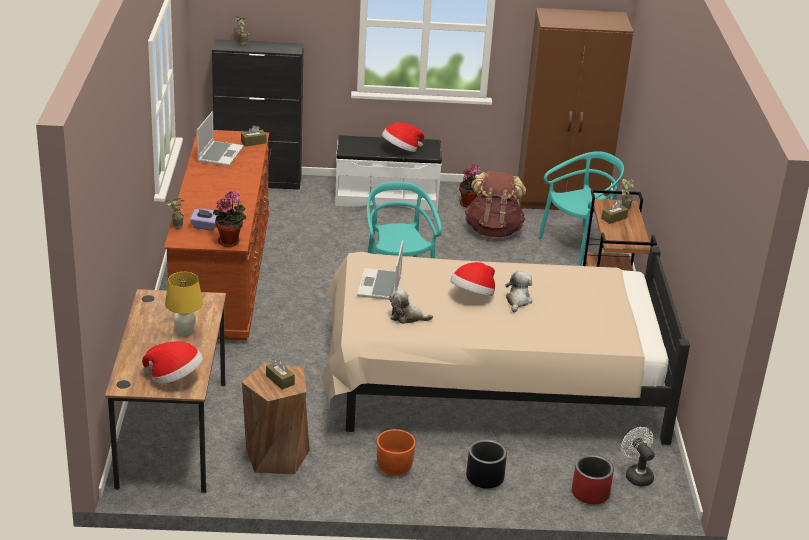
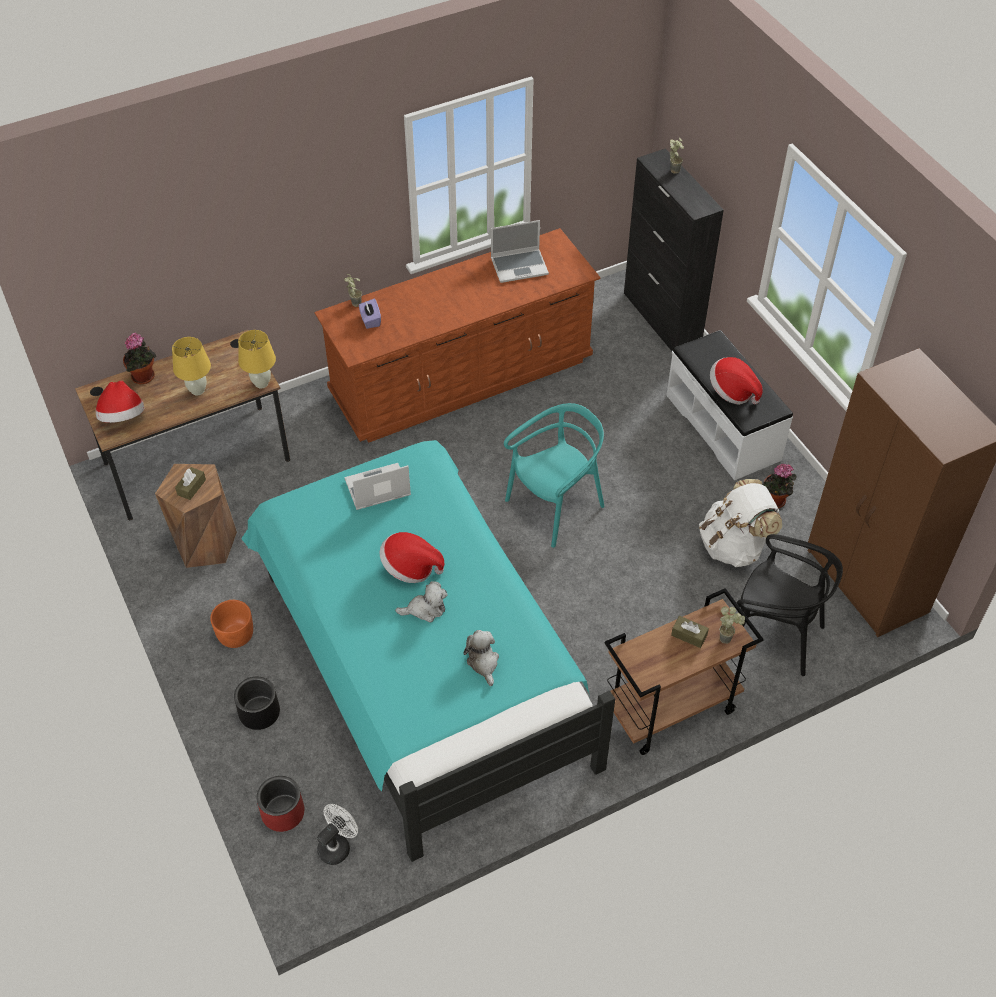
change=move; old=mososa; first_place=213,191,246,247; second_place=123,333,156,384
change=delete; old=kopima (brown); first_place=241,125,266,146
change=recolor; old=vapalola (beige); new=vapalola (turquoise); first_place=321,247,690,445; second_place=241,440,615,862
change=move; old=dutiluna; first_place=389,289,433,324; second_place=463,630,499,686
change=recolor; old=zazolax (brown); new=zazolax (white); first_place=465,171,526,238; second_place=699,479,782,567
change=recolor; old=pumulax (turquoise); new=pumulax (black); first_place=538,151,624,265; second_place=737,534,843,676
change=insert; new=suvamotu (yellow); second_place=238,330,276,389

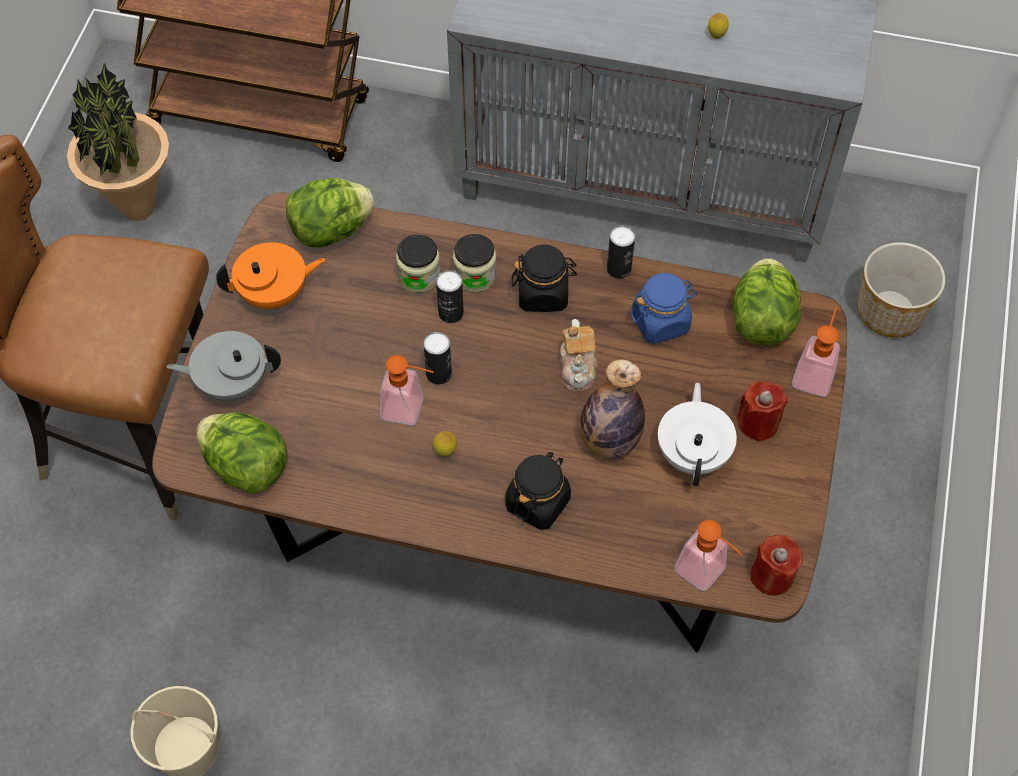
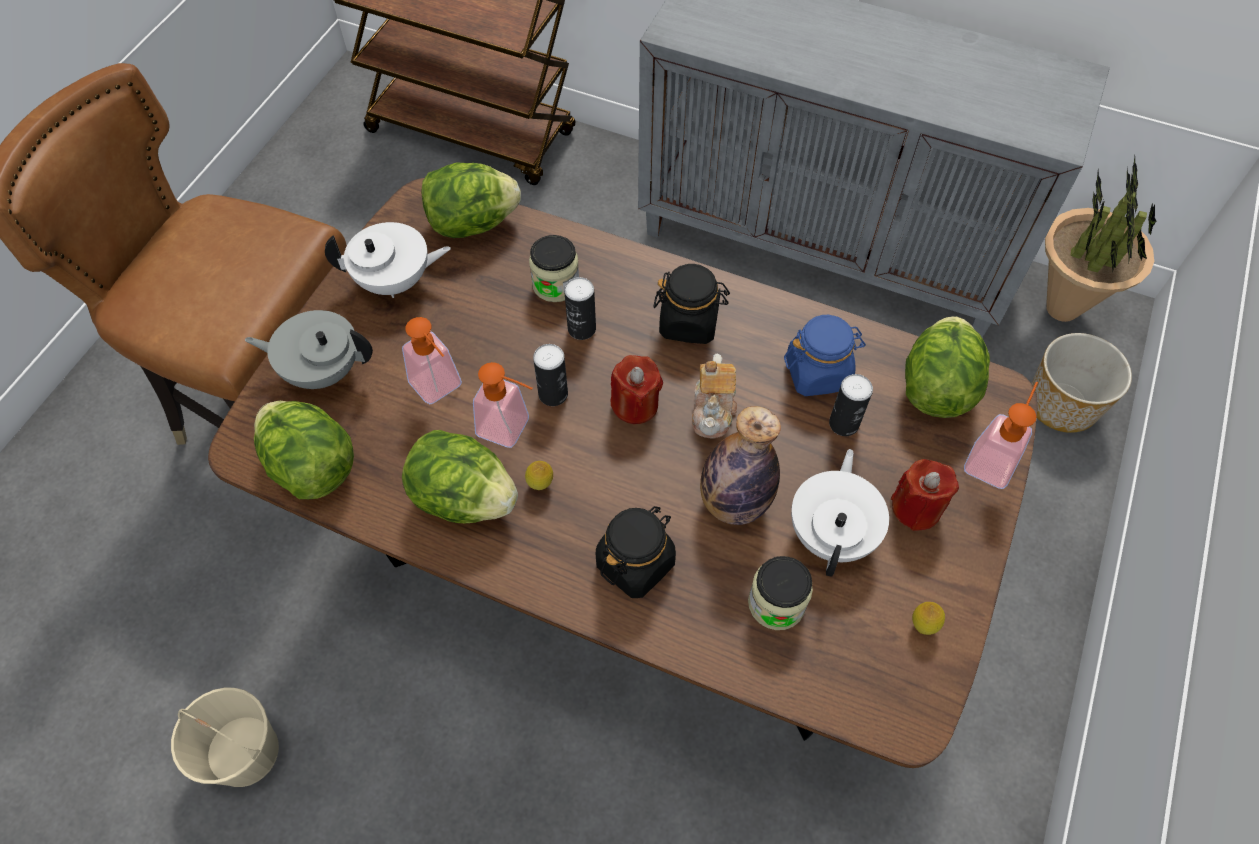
change=move; old=mososa; first_place=67,63,169,221; second_place=1045,157,1156,322
change=recolor; old=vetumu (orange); new=vetumu (white); first_place=216,242,325,310; second_place=325,222,451,298
change=move; old=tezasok; first_place=453,234,496,292; second_place=748,556,813,630
change=move; old=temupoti; first_place=607,226,635,279; second_place=829,374,873,436
change=move; old=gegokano; first_place=674,520,743,591; second_place=402,317,462,404
change=move; old=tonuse; first_place=708,13,729,39; second_place=912,602,945,635
change=move; old=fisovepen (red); first_place=750,535,803,596; second_place=611,355,663,424
change=insert; new=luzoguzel; second_place=402,430,518,523

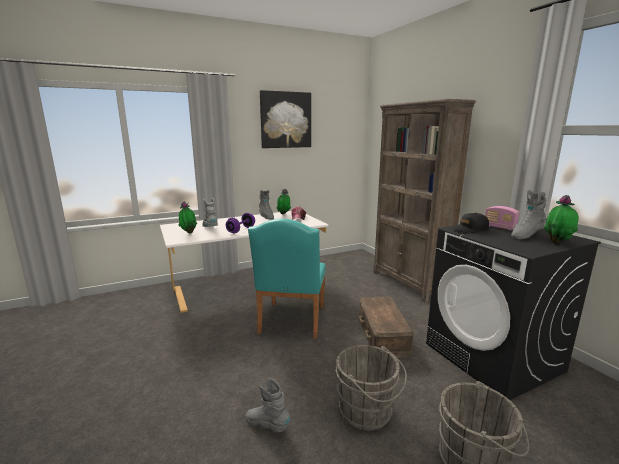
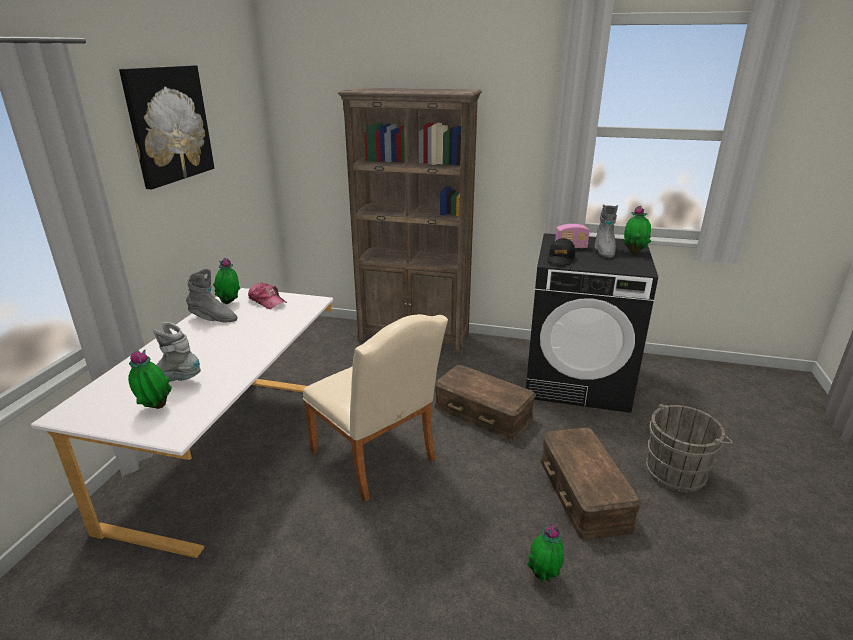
change=delete; old=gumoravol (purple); first_place=226,213,255,233
change=replace; old=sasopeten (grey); new=mososa; first_place=245,378,290,432; second_place=527,525,564,582
change=recolor; old=pumulax (turquoise); new=pumulax (beige); first_place=248,218,326,339; second_place=303,314,448,502
change=replace; old=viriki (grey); new=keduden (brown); first_place=335,345,407,431; second_place=541,427,641,540

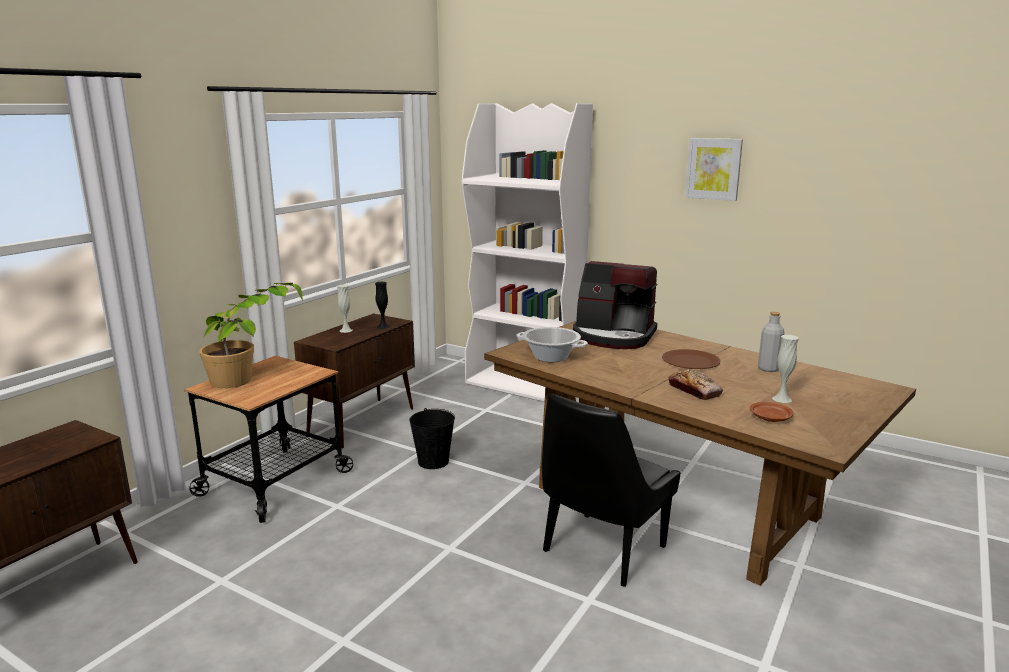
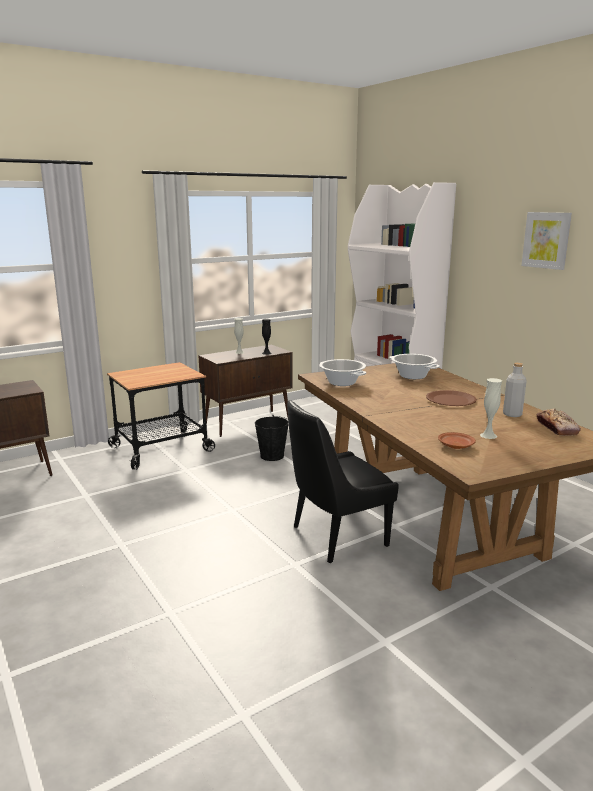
change=delete; old=mososa; first_place=199,283,303,388
change=replace; old=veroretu; new=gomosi; first_place=573,261,657,349; second_place=389,354,440,379
change=move; old=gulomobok; first_place=668,369,723,400; second_place=537,408,581,436

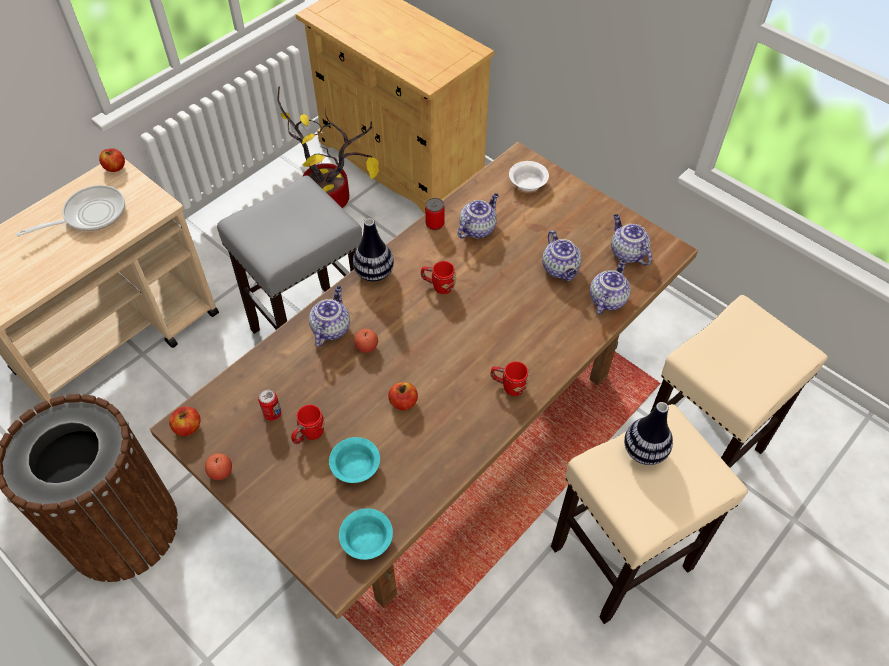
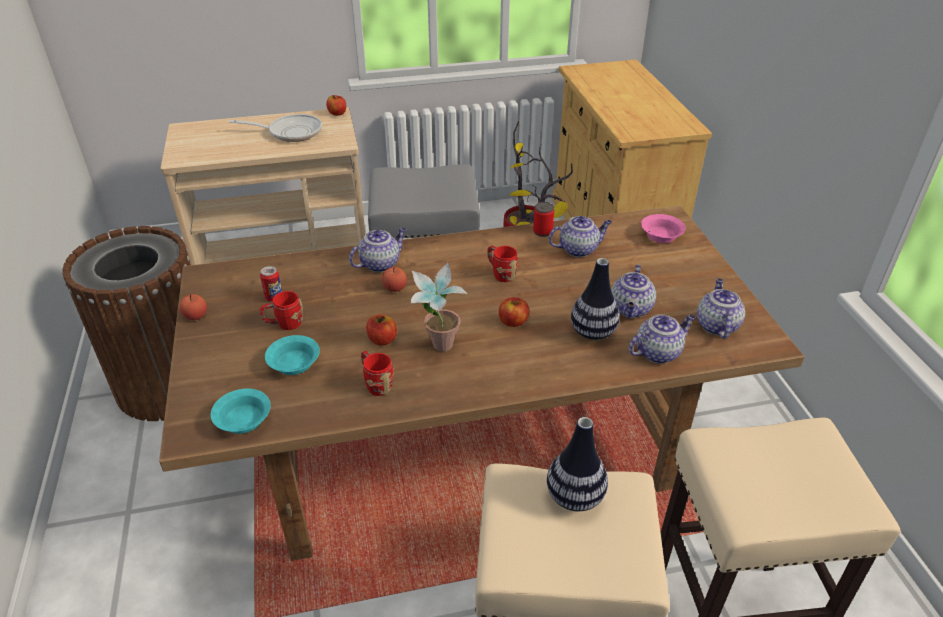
change=move; old=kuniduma; first_place=169,407,200,436; second_place=499,297,529,327
change=move; old=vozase; first_place=353,218,394,281; second_place=571,258,620,340
change=move; old=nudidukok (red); first_place=491,361,529,396; second_place=361,351,394,396
change=recolor; old=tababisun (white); new=tababisun (pink); first_place=509,161,549,191; second_place=641,214,686,243
change=insert; new=mososa; second_place=411,263,467,351

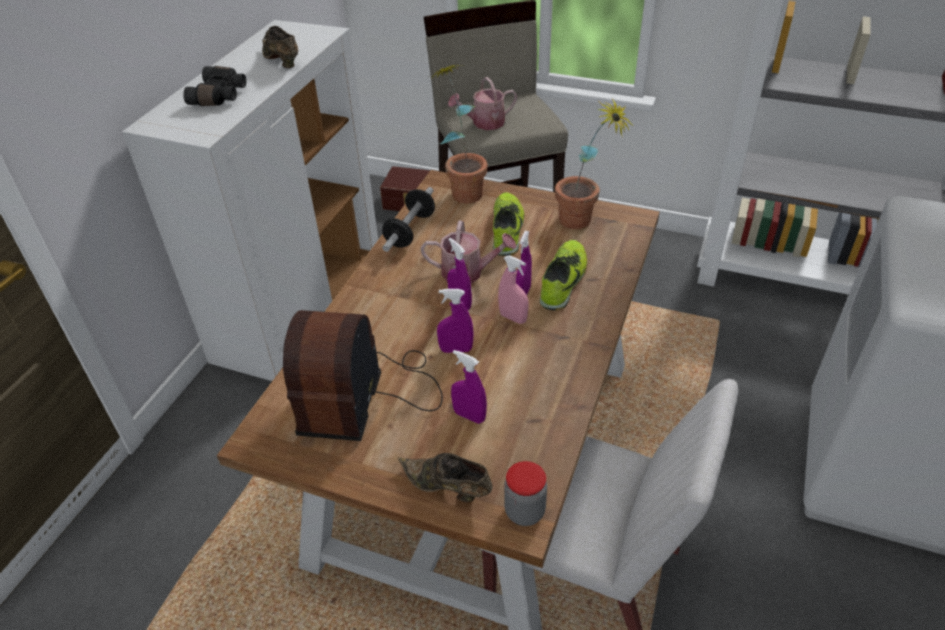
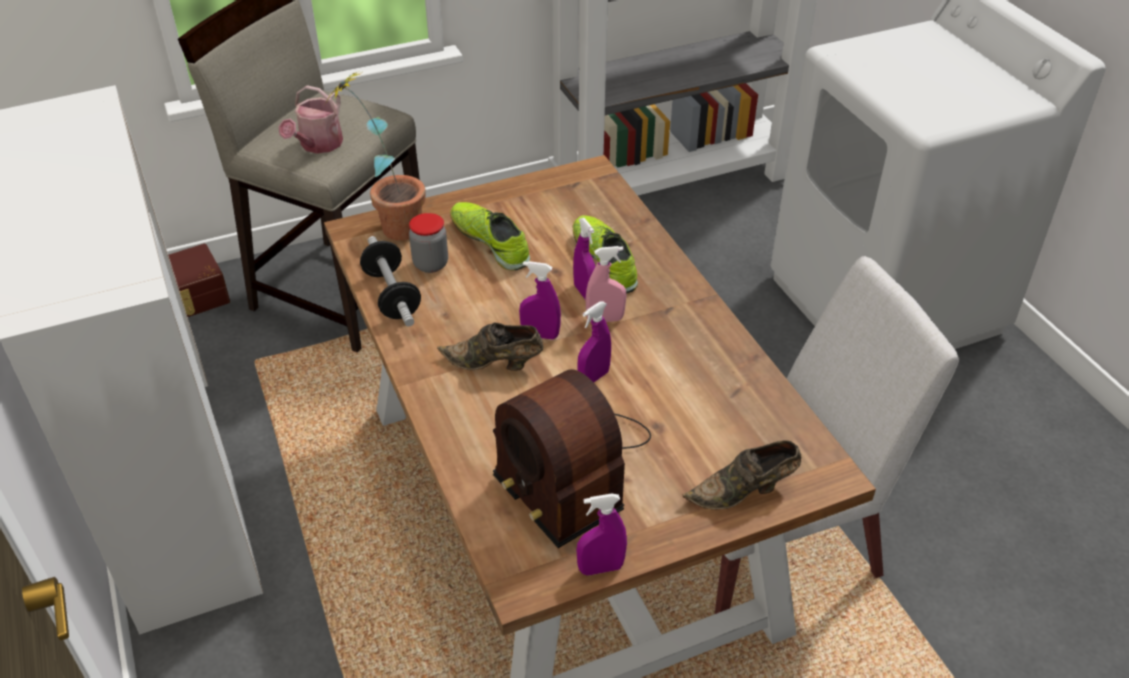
change=delete; old=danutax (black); first_place=183,66,247,106
change=move; old=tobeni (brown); first_place=262,26,298,68; second_place=437,323,543,371
change=delete; old=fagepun; first_place=421,221,517,284
change=move; old=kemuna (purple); first_place=451,350,487,424; second_place=576,493,627,575
change=move; old=tezasok; first_place=504,461,547,526; second_place=409,213,448,273
change=delete; old=mososa; first_place=555,98,634,229

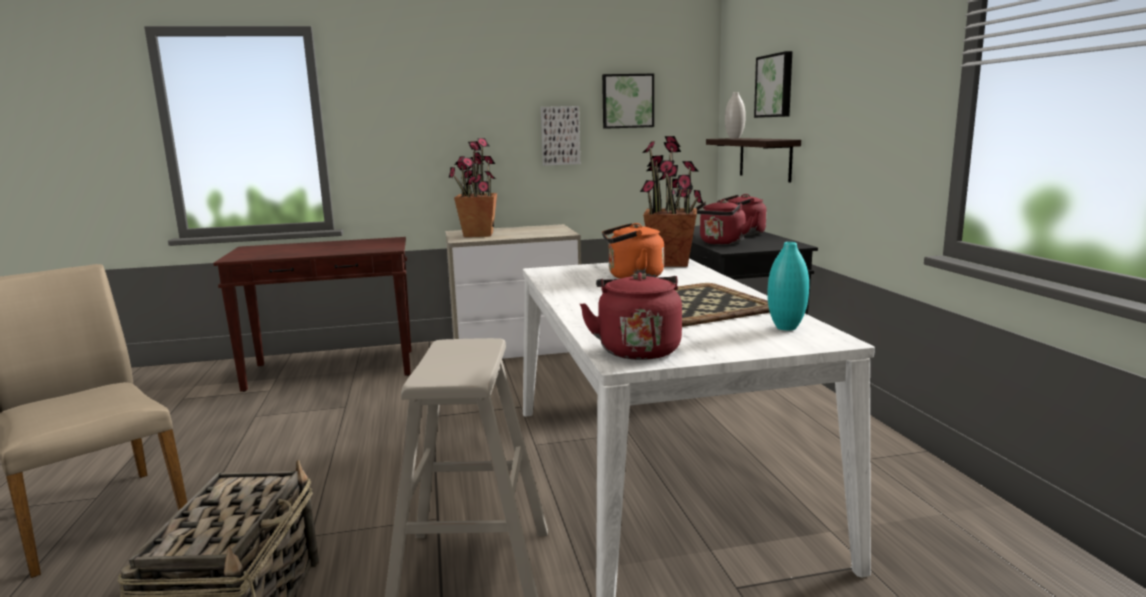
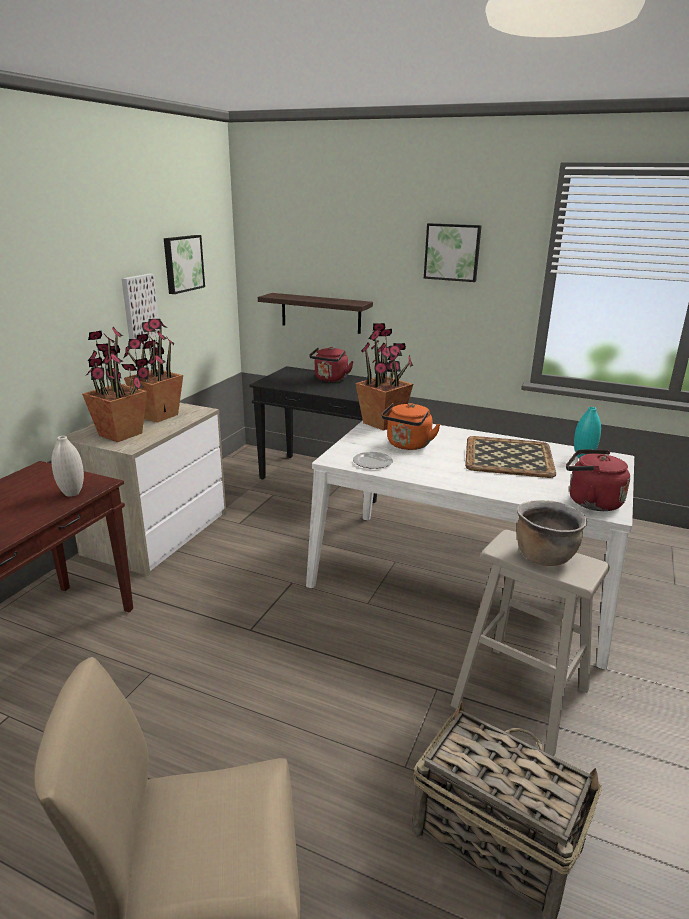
change=delete; old=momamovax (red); first_place=696,199,753,245
change=move; old=vozase (white); first_place=725,92,746,139; second_place=51,436,84,497
change=move; old=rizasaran; first_place=754,51,792,118; second_place=424,223,482,282
change=insert; new=mososa; second_place=124,318,183,423
change=insert; new=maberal; second_place=353,452,393,469
change=insert; new=gomosi (brown); second_place=517,500,587,566

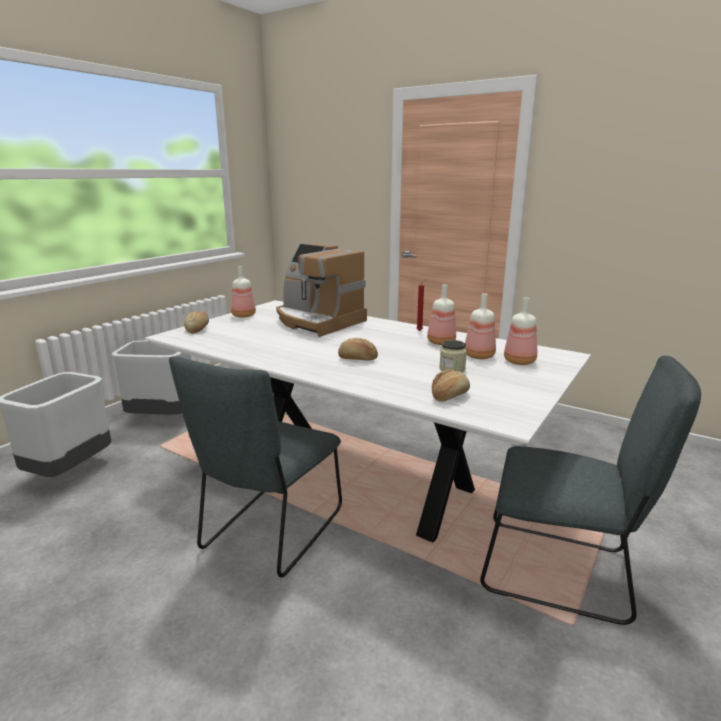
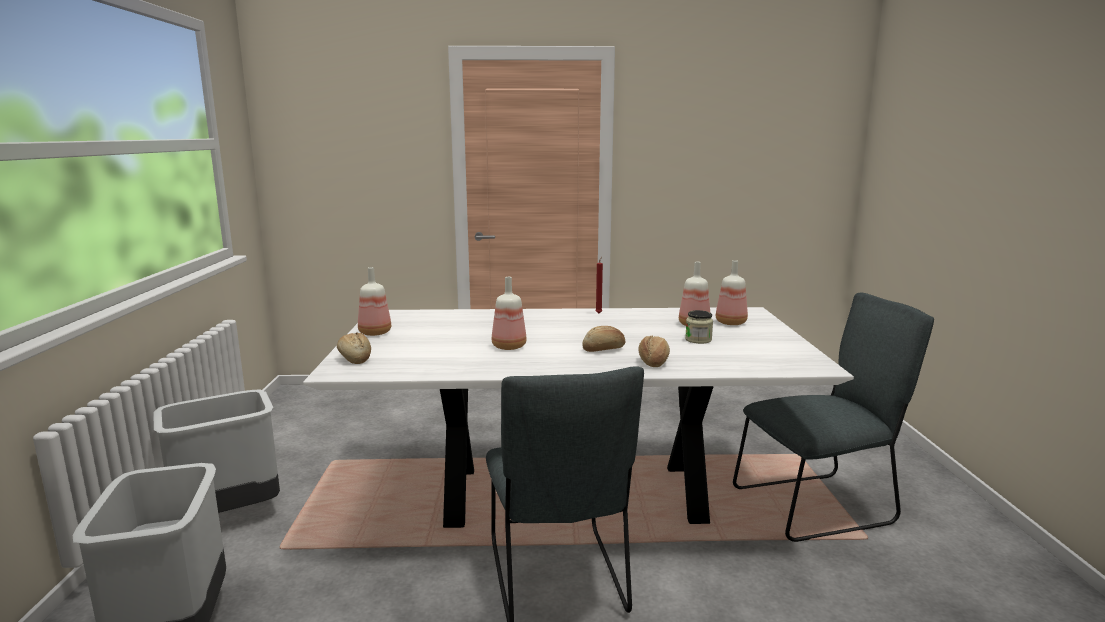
change=delete; old=veroretu; first_place=276,243,367,337
change=move; old=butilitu; first_place=427,284,456,345; second_place=492,277,527,350
change=move; old=gulomobok; first_place=432,369,470,402; second_place=638,336,670,367

